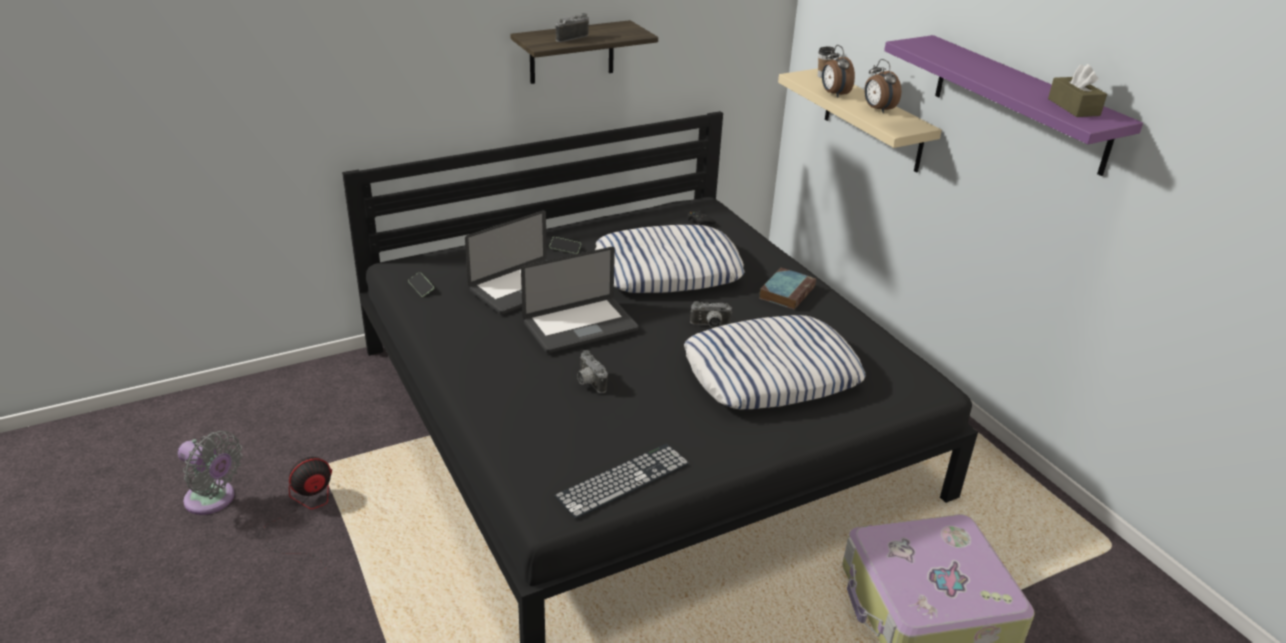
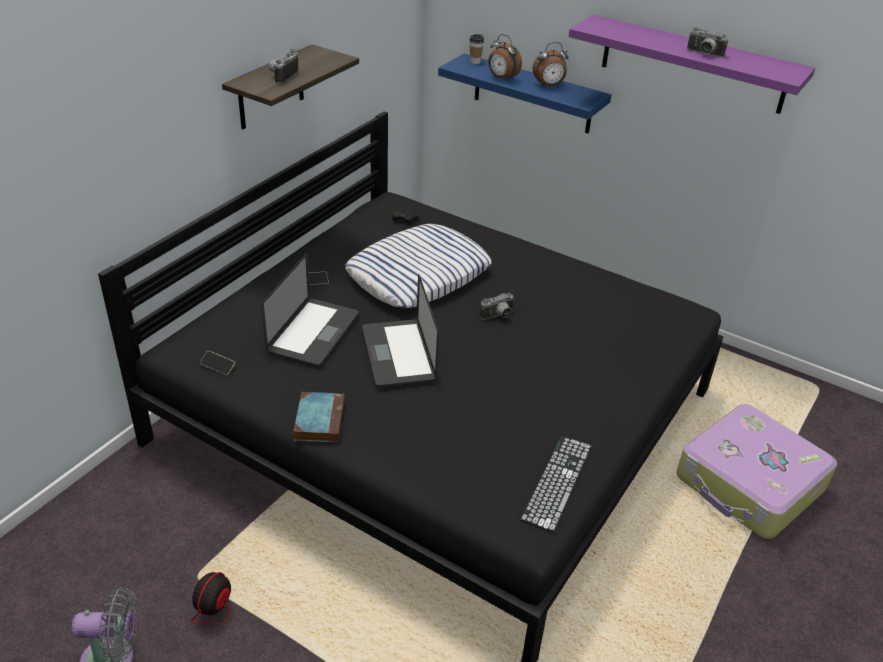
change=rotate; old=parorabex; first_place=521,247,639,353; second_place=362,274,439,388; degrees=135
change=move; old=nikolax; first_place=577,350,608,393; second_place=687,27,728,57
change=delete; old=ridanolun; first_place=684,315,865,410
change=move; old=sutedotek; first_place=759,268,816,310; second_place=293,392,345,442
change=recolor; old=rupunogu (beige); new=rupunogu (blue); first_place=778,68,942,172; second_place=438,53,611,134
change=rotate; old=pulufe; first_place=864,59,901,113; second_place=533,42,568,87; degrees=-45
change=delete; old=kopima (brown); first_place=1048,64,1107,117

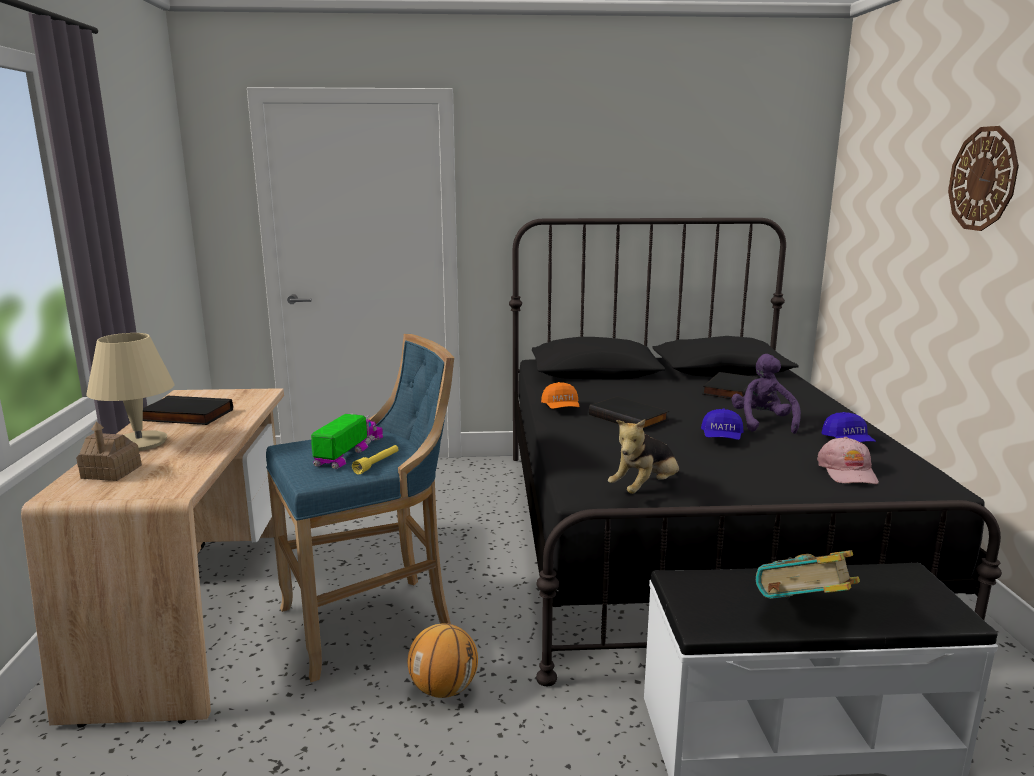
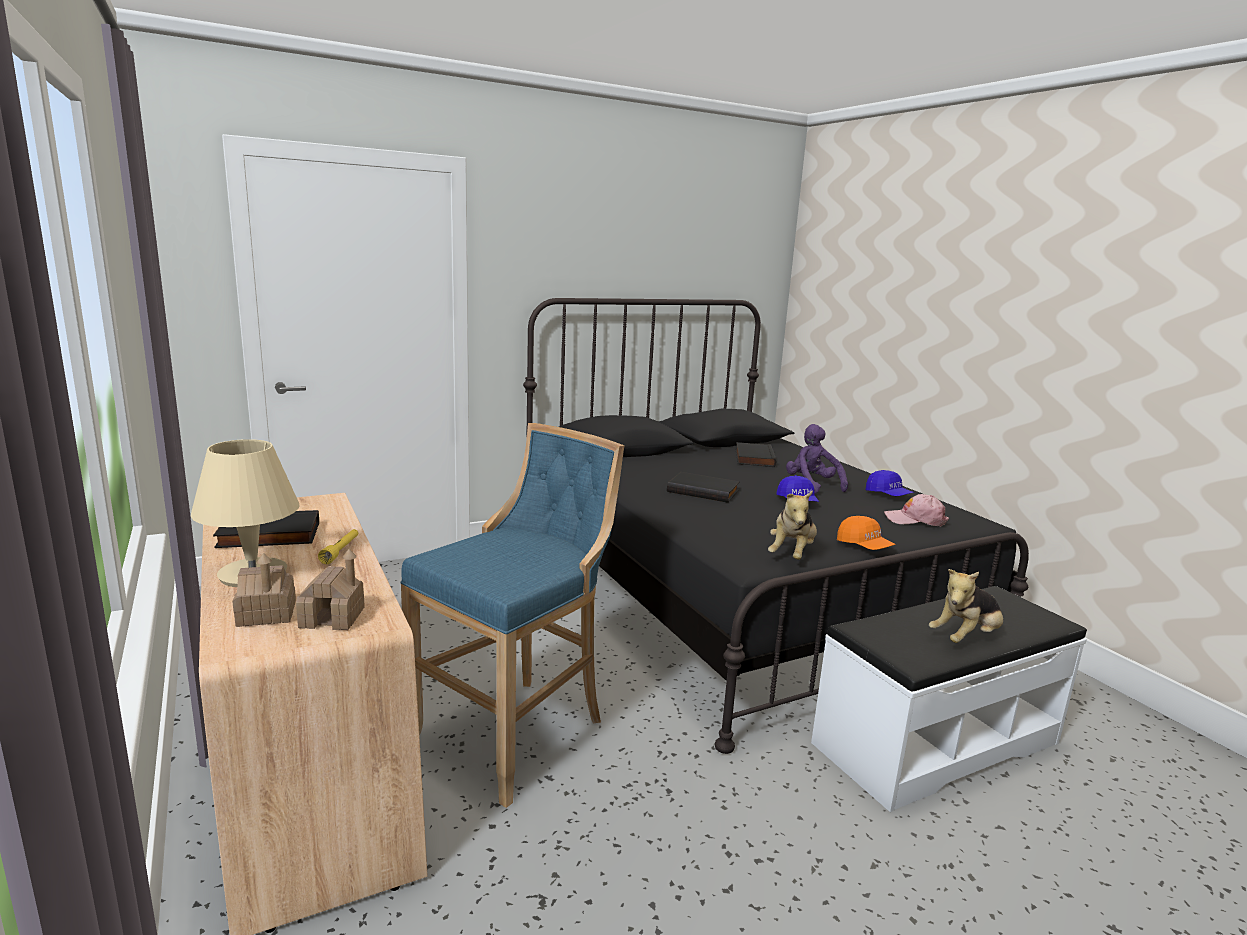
change=delete; old=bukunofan; first_place=311,413,383,469
change=move; old=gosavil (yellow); first_place=352,445,398,474; second_place=318,529,358,564
change=delete; old=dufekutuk; first_place=407,623,478,698
change=move; old=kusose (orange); first_place=541,382,579,409; second_place=837,516,895,550
change=replace; old=sutedotek; new=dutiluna; first_place=756,550,860,599; second_place=929,569,1003,643
change=rotate; old=kusose (pink); first_place=817,437,879,484; second_place=884,494,949,527; degrees=120
change=delete; old=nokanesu; first_place=948,126,1019,231
change=insert; new=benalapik; second_place=296,549,365,630

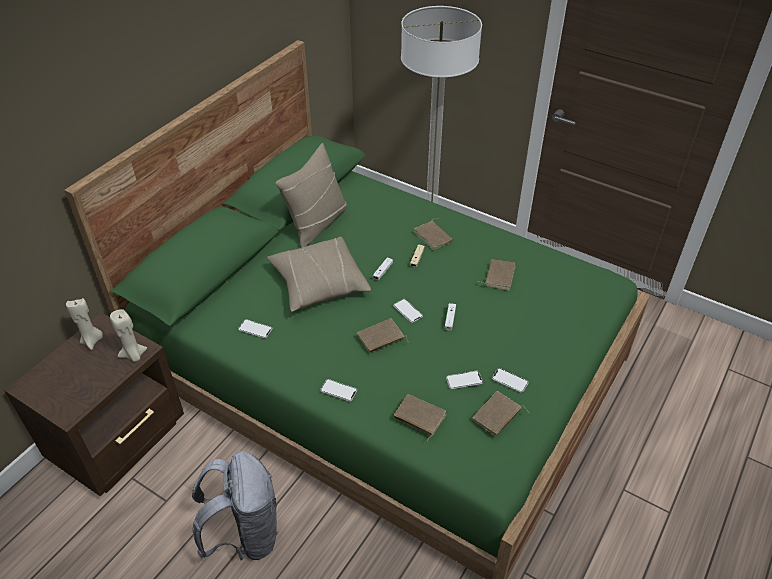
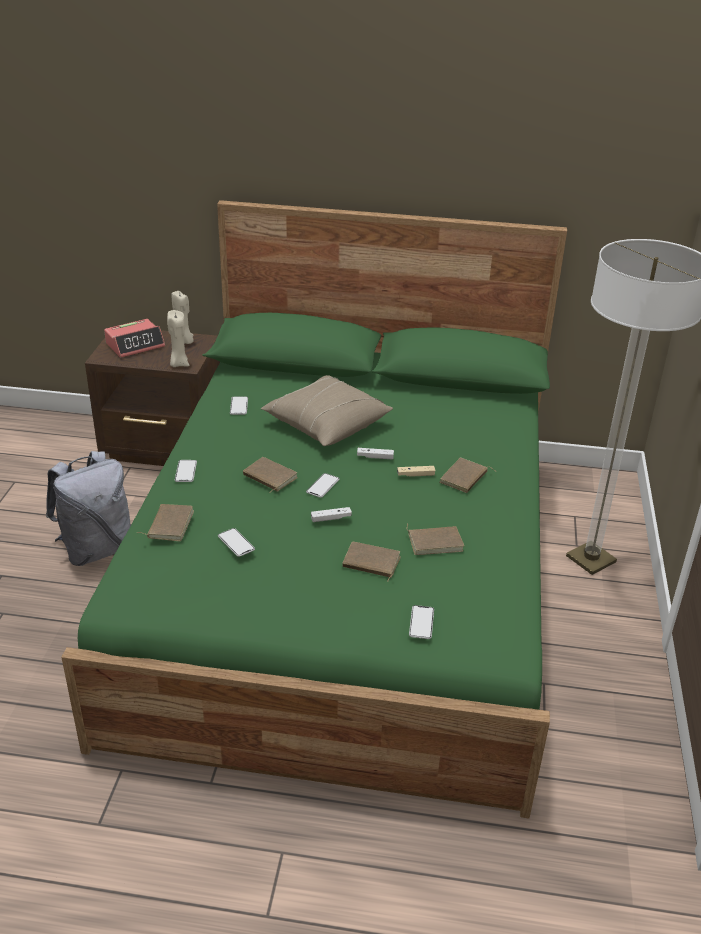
change=delete; old=ridanolun (beige); first_place=275,143,348,248
change=move; old=sutedotek (brown); first_place=472,391,530,436; second_place=342,542,401,582
change=move; old=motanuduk; first_place=492,368,529,393; second_place=409,605,434,639
change=insert; new=pulufe; second_place=104,319,165,358

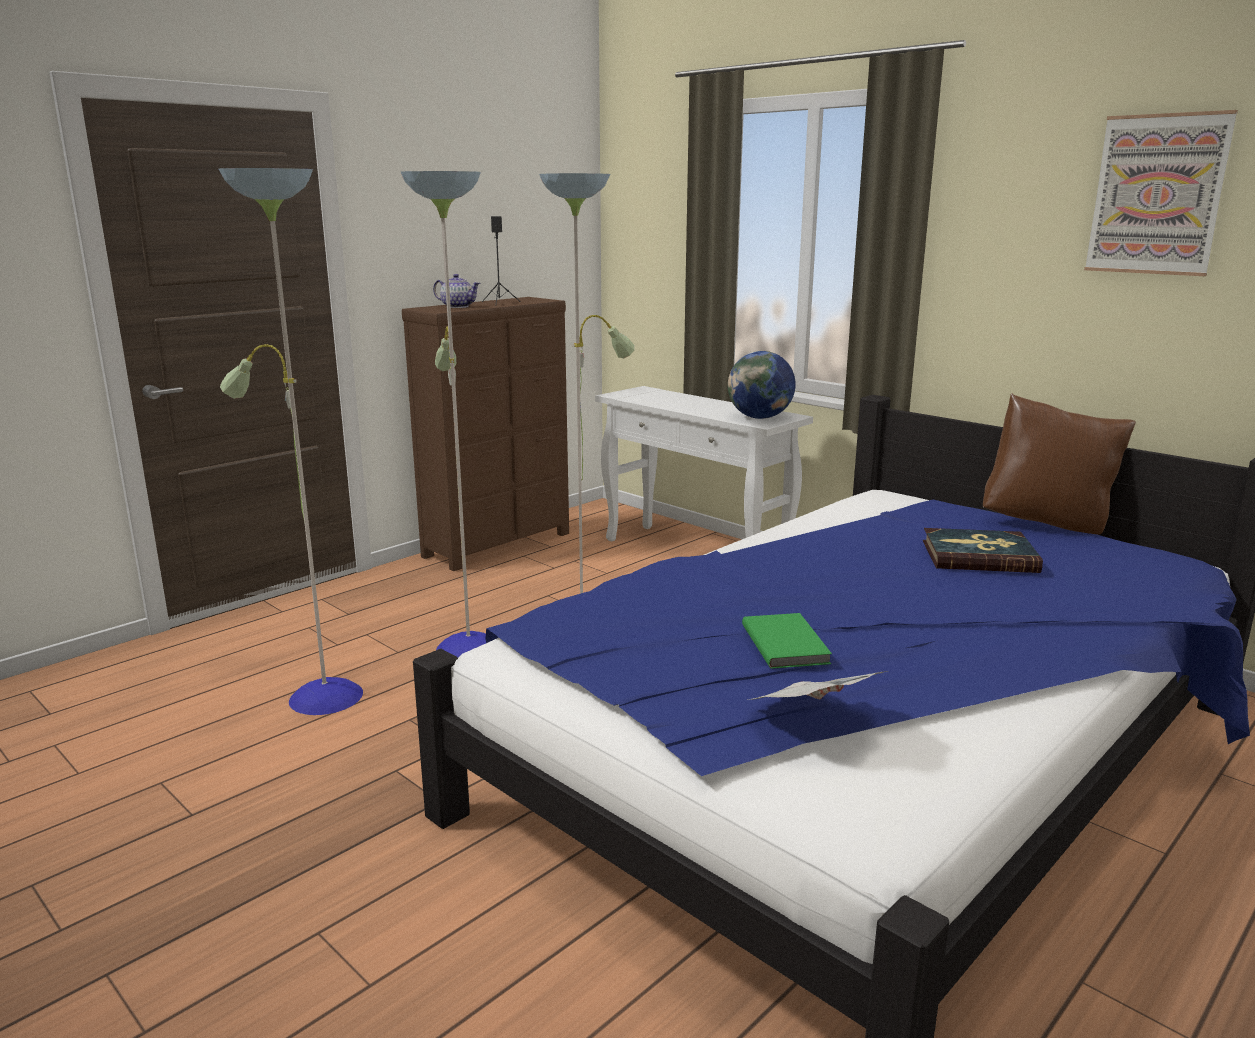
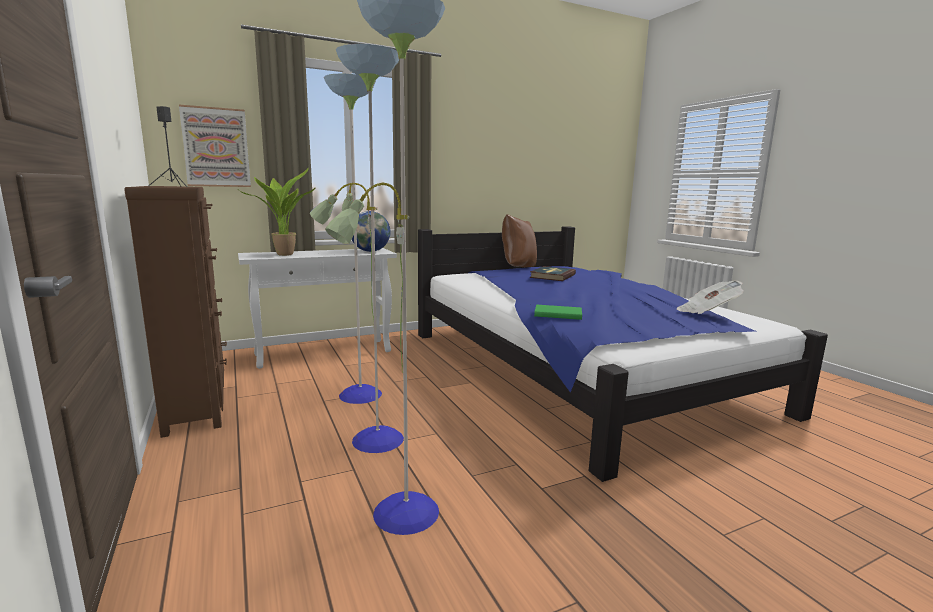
change=delete; old=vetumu; first_place=433,274,480,308
change=move; old=sutedotek (green); first_place=742,613,832,669; second_place=534,305,582,320
change=move; old=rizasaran; first_place=1084,110,1238,276; second_place=179,105,251,187
change=insert; new=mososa; second_place=239,168,316,256

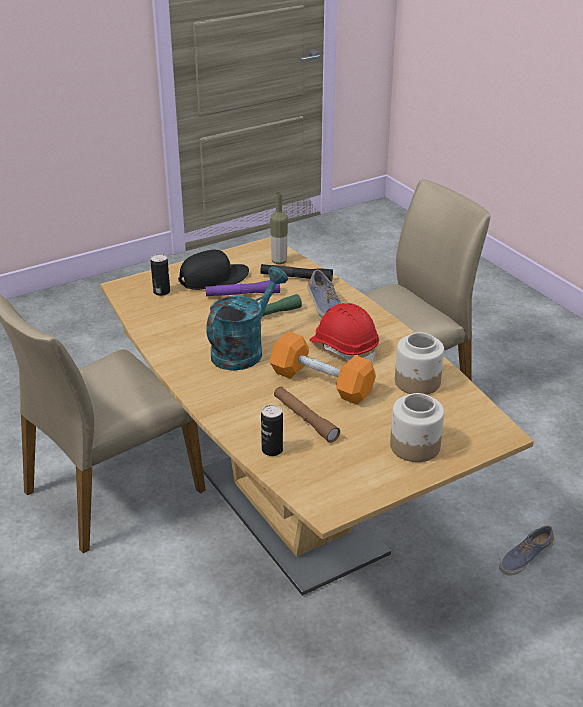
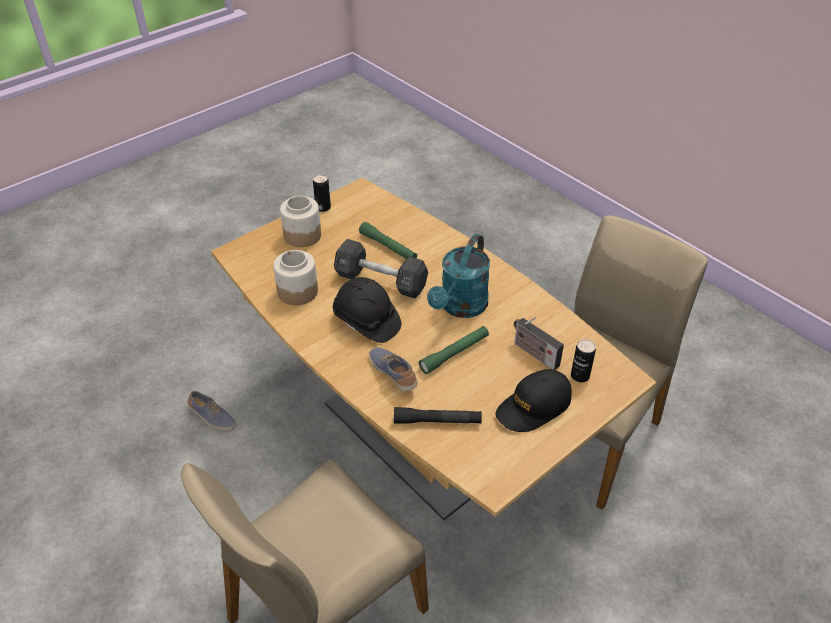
change=delete; old=gosavil (purple); first_place=205,280,280,297
change=move; old=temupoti; first_place=261,405,283,456; second_place=313,174,331,212
change=delete; old=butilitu; first_place=270,192,288,264
change=recolor; old=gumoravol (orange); new=gumoravol (black); first_place=270,331,376,405; second_place=334,239,428,299
change=recolor; old=gosavil (brown); new=gosavil (green); first_place=274,387,340,443; second_place=359,222,417,259
change=recolor; old=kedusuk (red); new=kedusuk (black); first_place=309,303,379,363; second_place=333,277,402,343
change=rotate; old=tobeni; first_place=499,525,554,576; second_place=187,391,237,432; degrees=75
change=insert; new=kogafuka; second_place=514,317,564,370

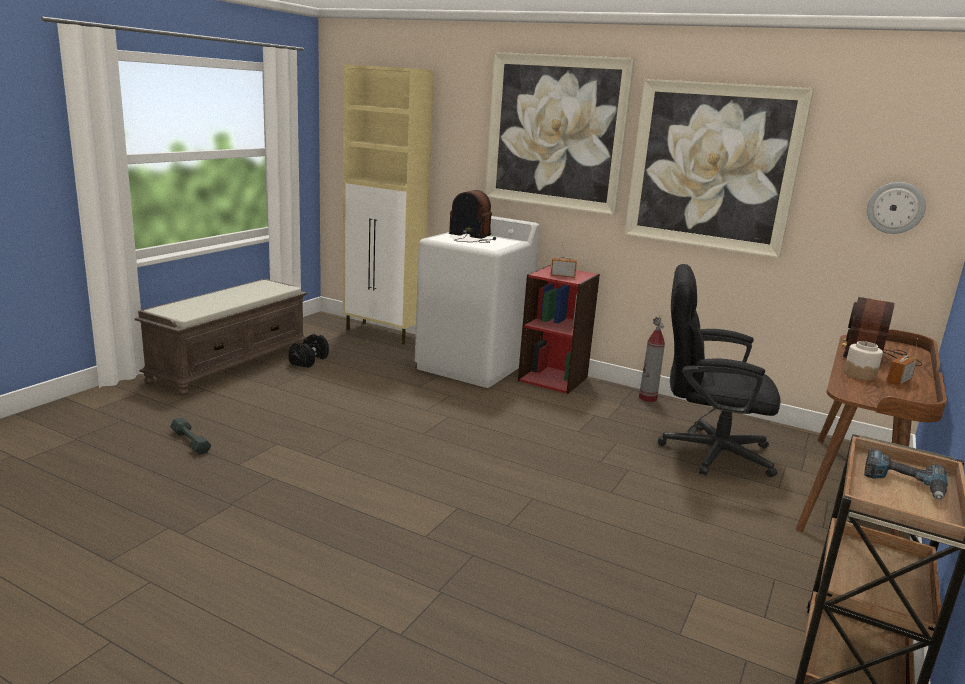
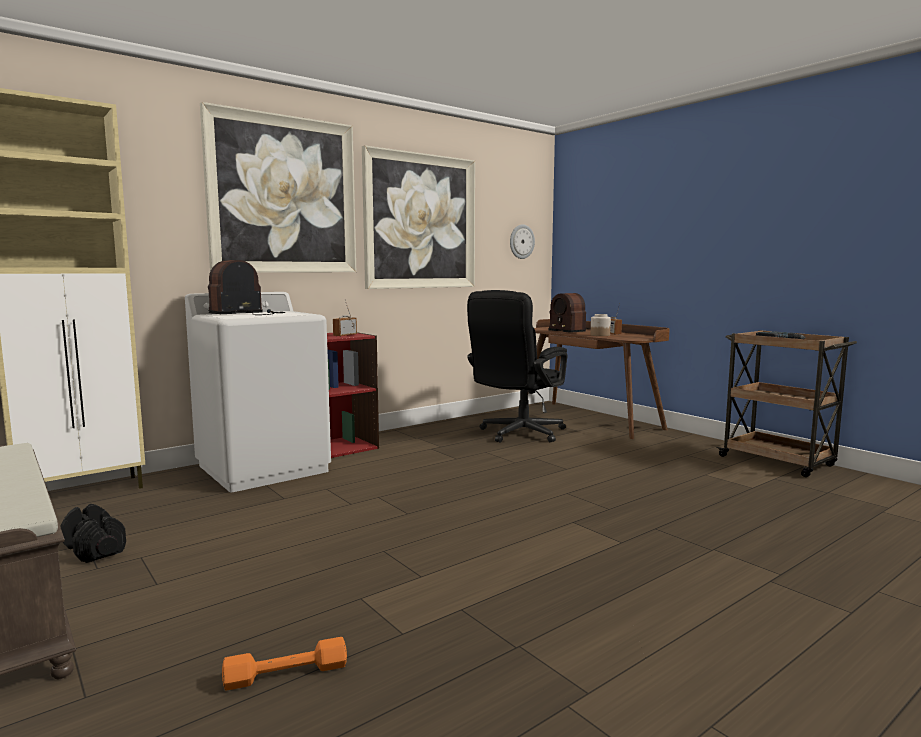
change=recolor; old=gumoravol (grey); new=gumoravol (orange); first_place=170,417,211,455; second_place=222,637,347,691
change=delete; old=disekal; first_place=639,315,665,402

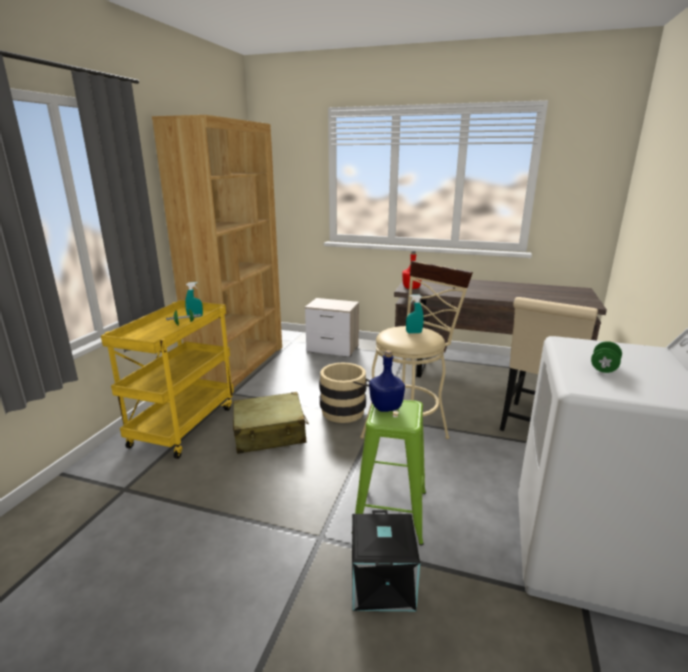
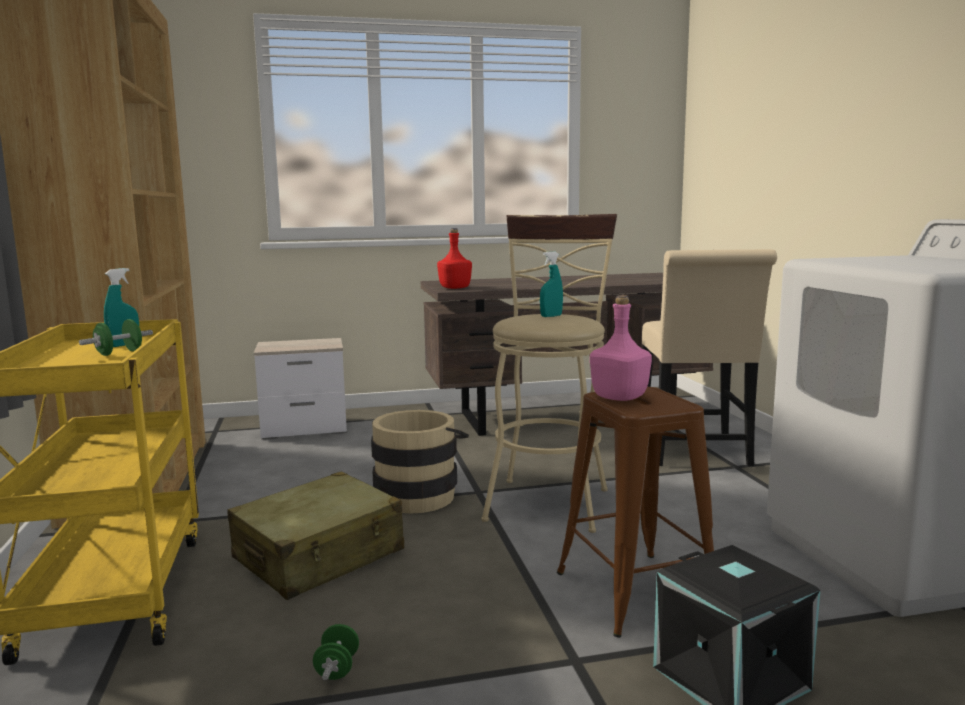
change=recolor; old=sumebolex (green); new=sumebolex (brown); first_place=355,400,426,546; second_place=557,387,714,638
change=recolor; old=butilitu (blue); new=butilitu (pink); first_place=369,350,405,412; second_place=590,295,652,401
change=move; old=gumoravol (green); first_place=591,341,622,373; second_place=313,624,359,680

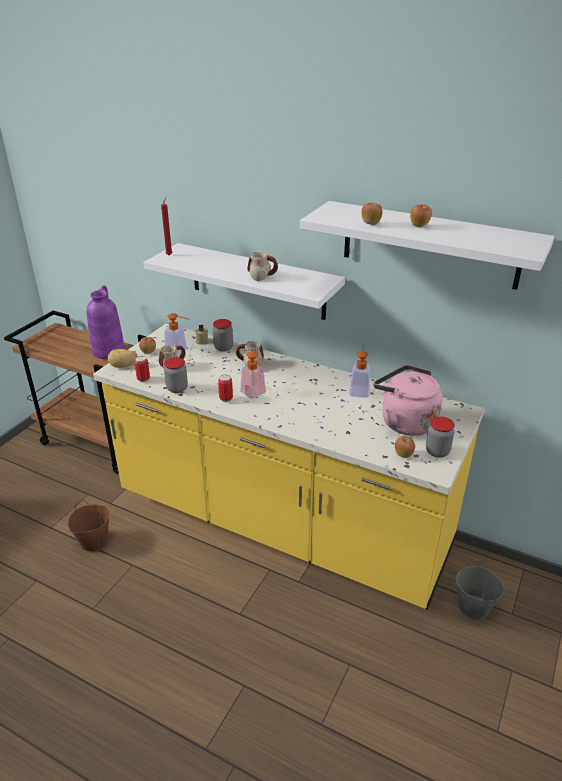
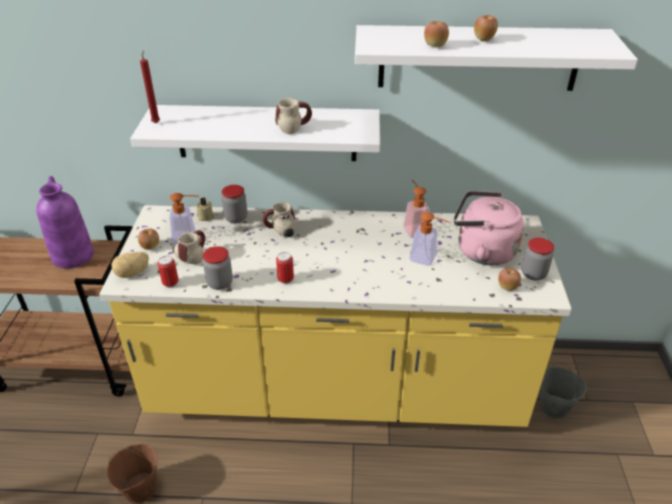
change=move; old=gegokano; first_place=240,351,266,399; second_place=409,212,450,266

